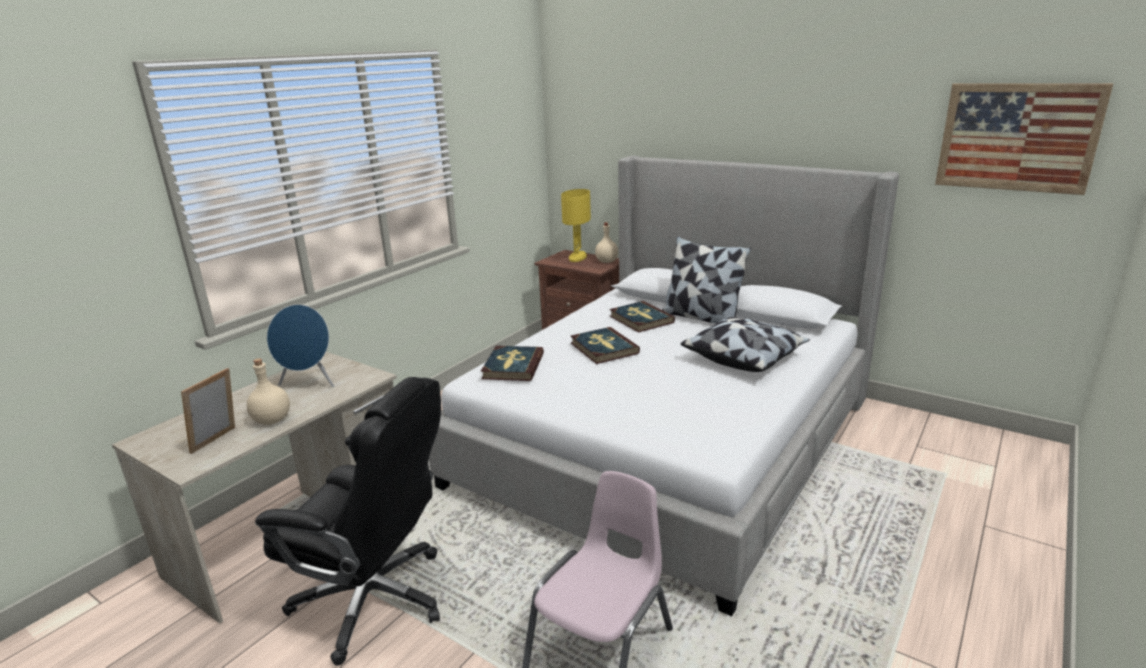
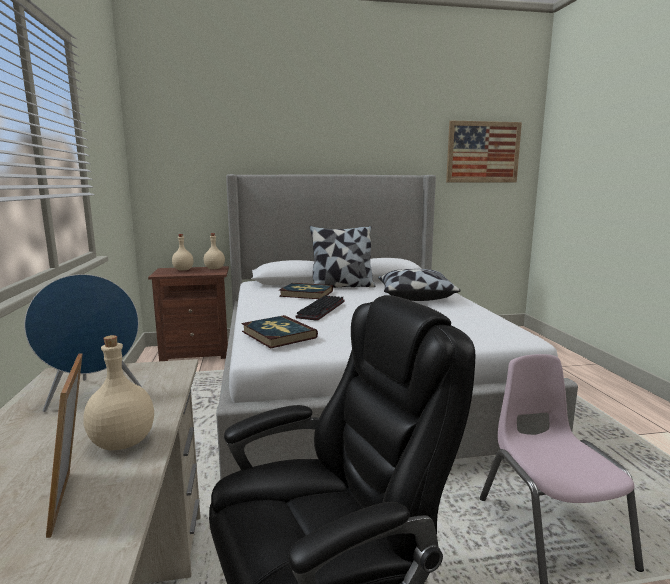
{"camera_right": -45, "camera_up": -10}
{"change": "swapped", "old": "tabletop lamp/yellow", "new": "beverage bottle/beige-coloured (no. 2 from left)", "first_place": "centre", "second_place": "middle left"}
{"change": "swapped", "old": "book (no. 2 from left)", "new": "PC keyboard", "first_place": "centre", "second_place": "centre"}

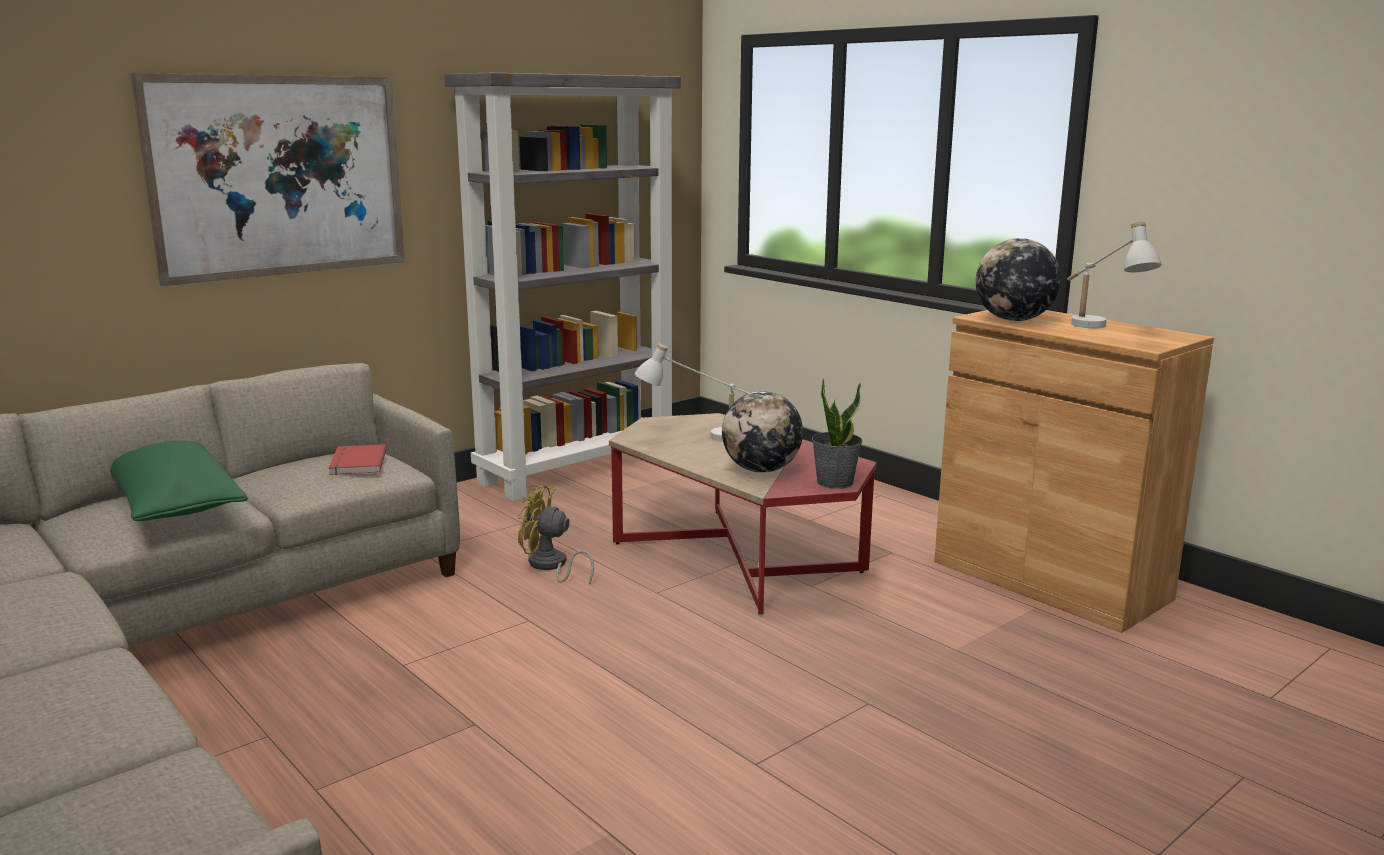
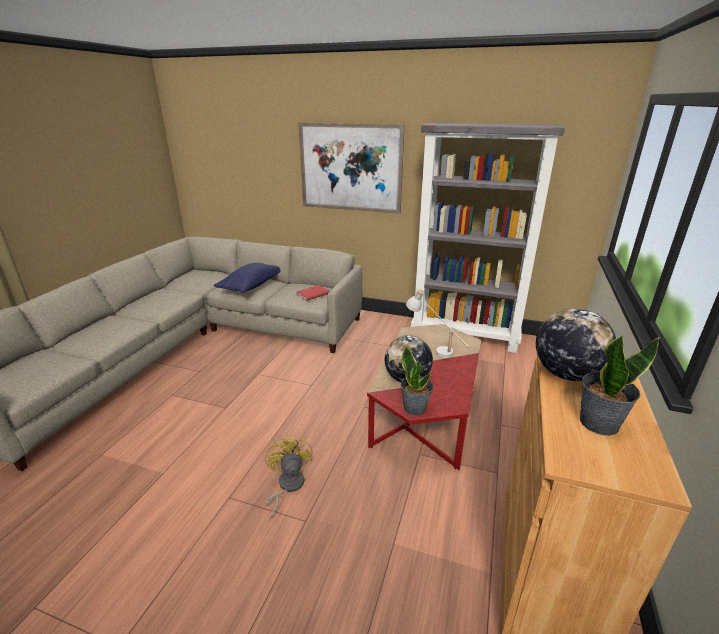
{"camera_right": 60, "camera_up": 10}
{"change": "repainted", "old": "pillow/green", "new": "pillow/blue-coloured", "first_place": "middle left", "second_place": "centre"}
{"change": "shifted", "old": "fan/yellow", "first_place": "centre", "second_place": "bottom centre"}
{"change": "swapped", "old": "tabletop lamp/white (no. 2 from left)", "new": "houseplant (no. 2 from left)", "first_place": "top right", "second_place": "middle right"}

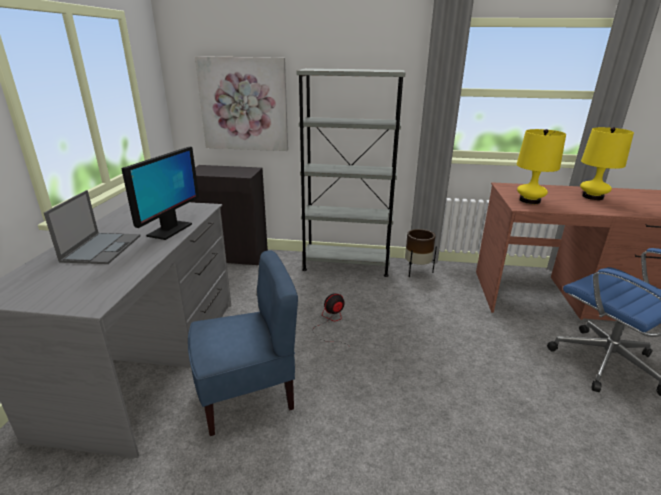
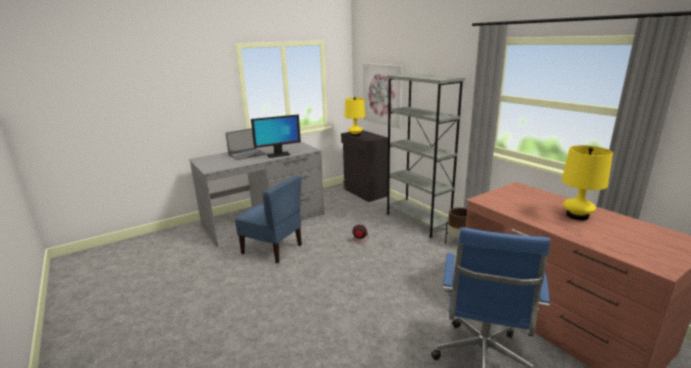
{"camera_right": 50, "camera_up": -5}
{"change": "shifted", "old": "tabletop lamp/yellow (no. 1 from left)", "first_place": "middle right", "second_place": "top centre"}

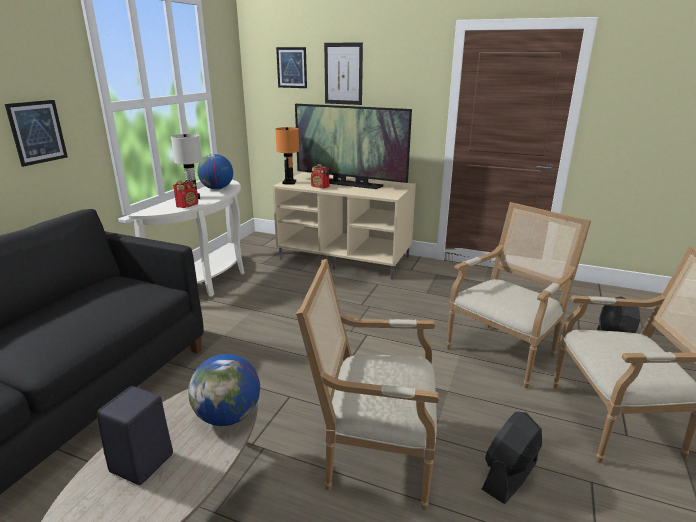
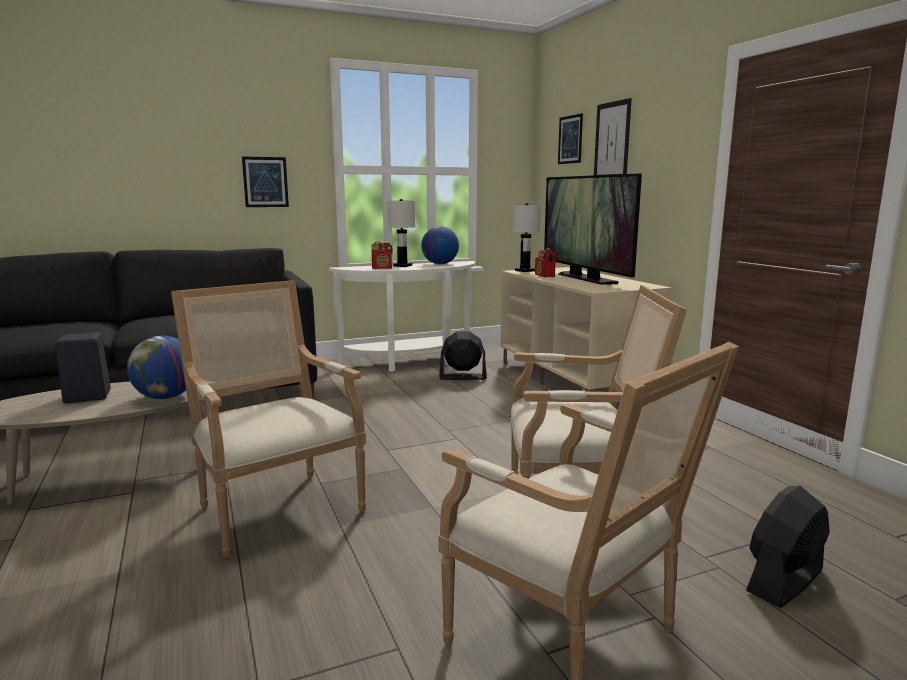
{"camera_right": 45, "camera_up": -10}
{"change": "repainted", "old": "tabletop lamp/orange", "new": "tabletop lamp/white (no. 2 from left)", "first_place": "top centre", "second_place": "centre"}
{"change": "shifted", "old": "fan/blackish (no. 1 from left)", "first_place": "bottom right", "second_place": "centre"}

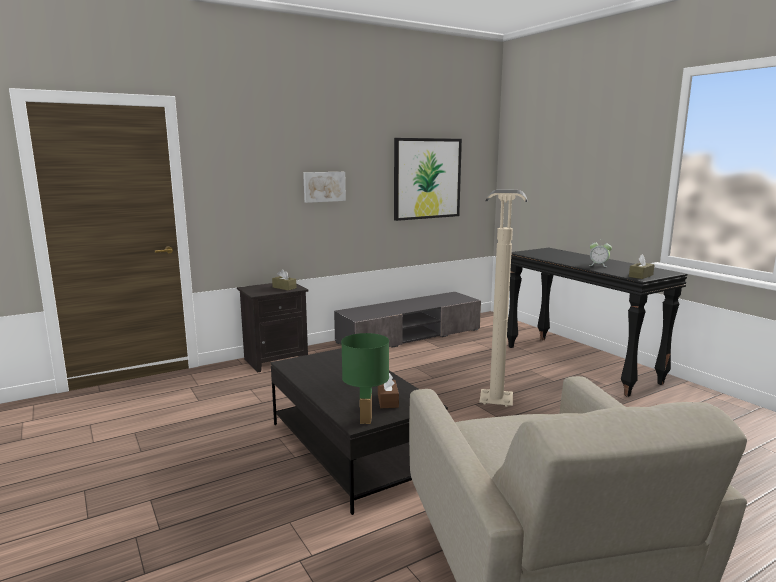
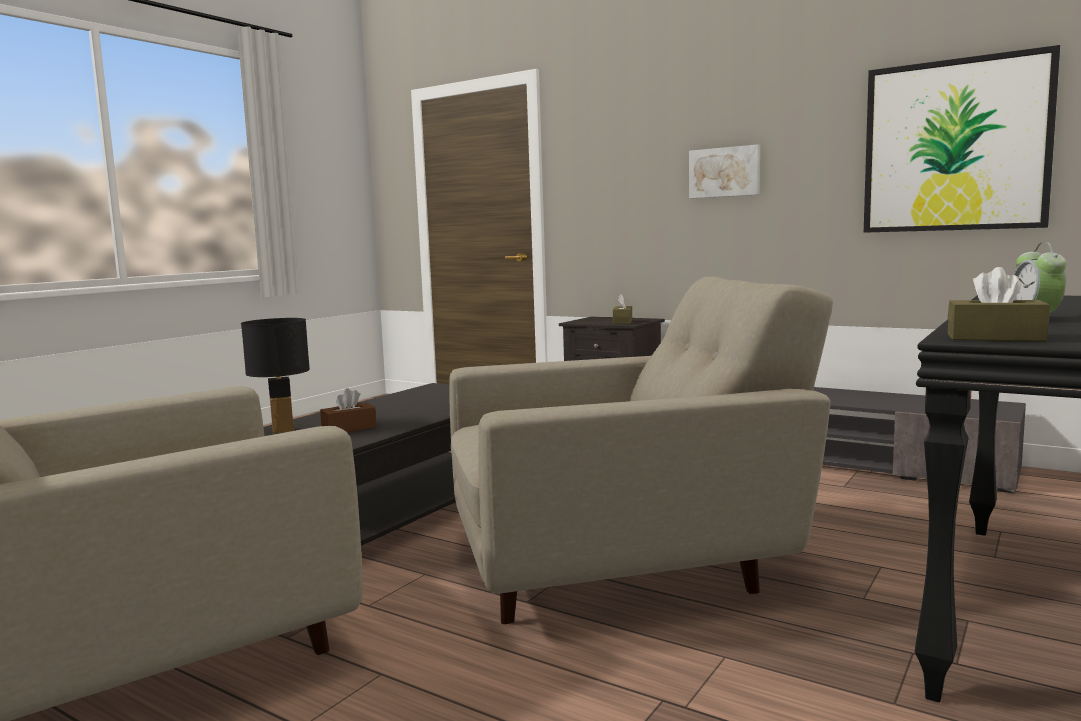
{"camera_right": 65, "camera_up": -5}
{"change": "repainted", "old": "tabletop lamp/green", "new": "tabletop lamp/blackish", "first_place": "centre", "second_place": "middle left"}
{"change": "swapped", "old": "standard lamp/beige-coloured", "new": "armchair/beige-coloured (no. 2 from left)", "first_place": "centre", "second_place": "centre"}

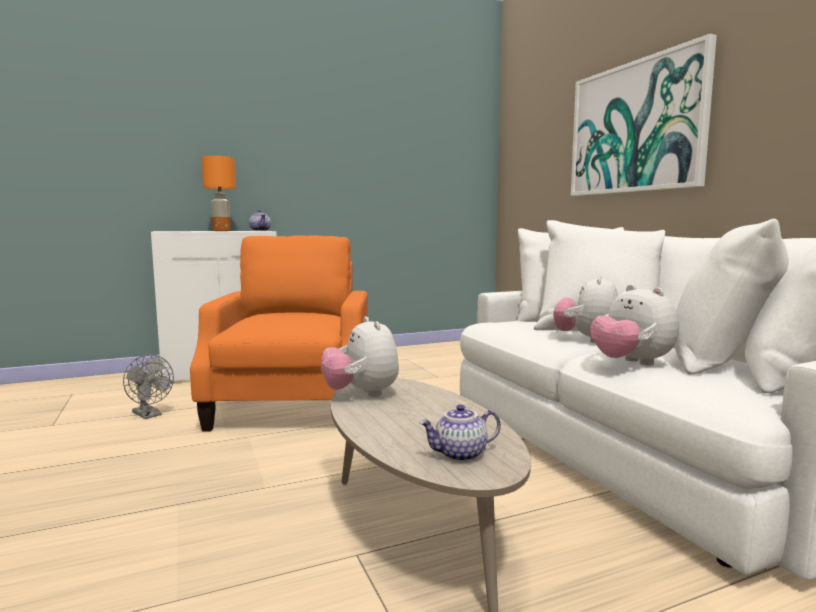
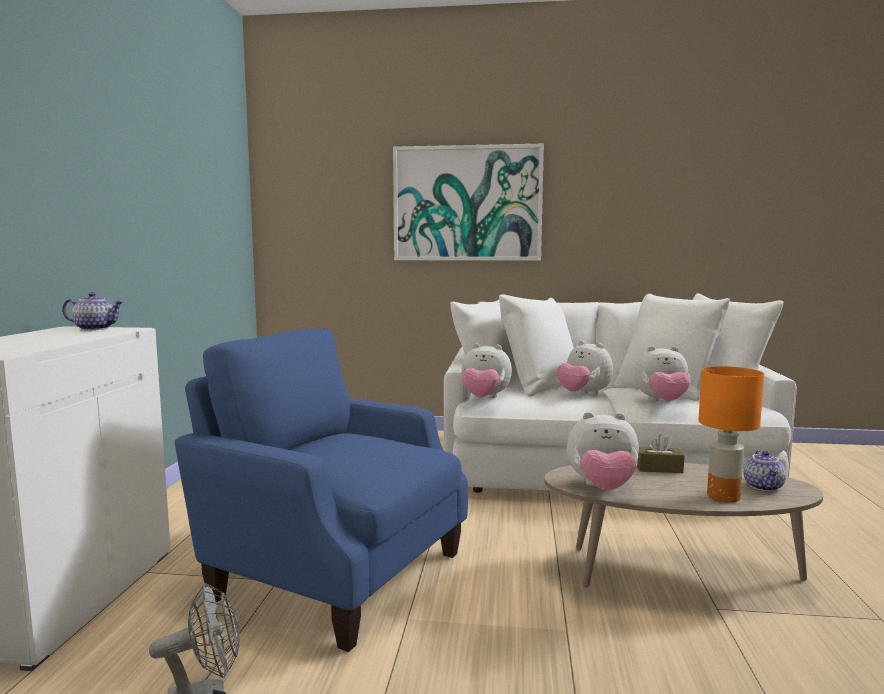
{"camera_right": -60, "camera_up": 0}
{"change": "repainted", "old": "armchair/orange", "new": "armchair/blue-coloured", "first_place": "centre", "second_place": "bottom centre"}
{"change": "shifted", "old": "tabletop lamp/orange", "first_place": "top left", "second_place": "middle right"}
{"change": "new", "new": "soft toy (no. 1 from left)", "second_place": "centre"}
{"change": "new", "new": "box of tissues/brown", "second_place": "middle right"}

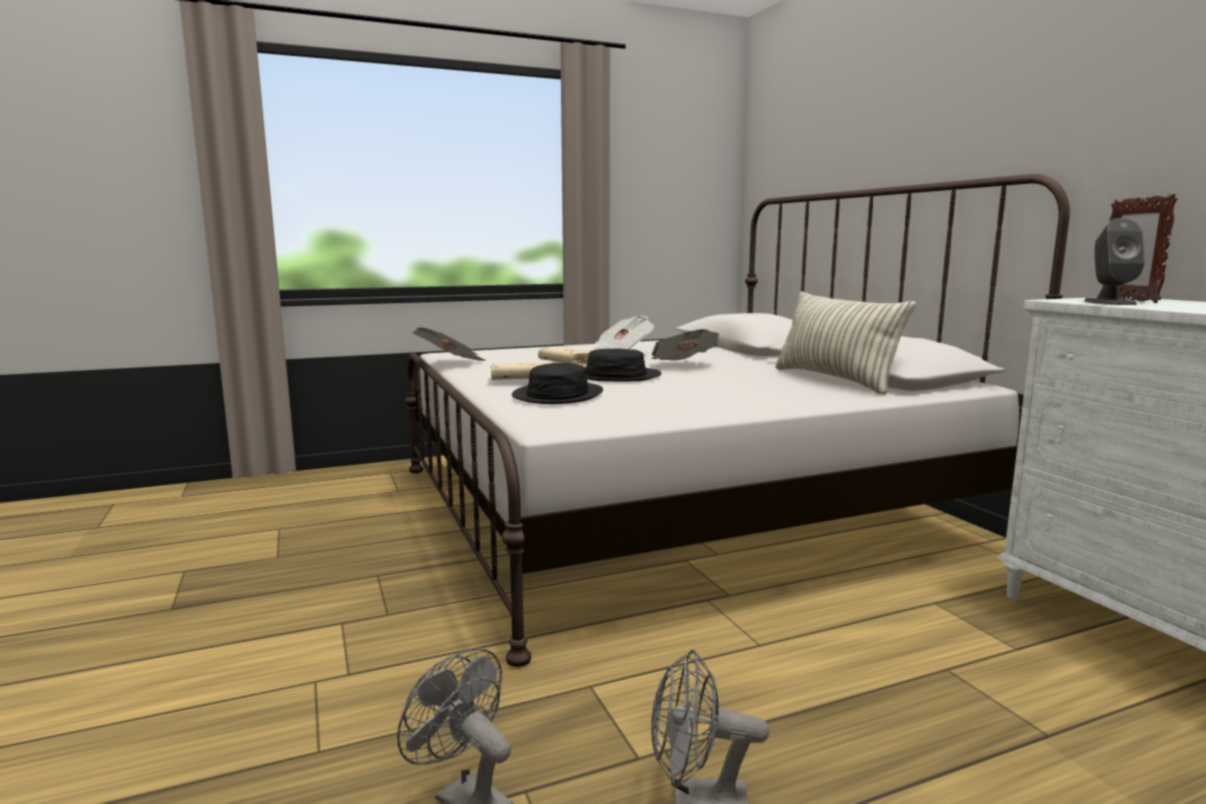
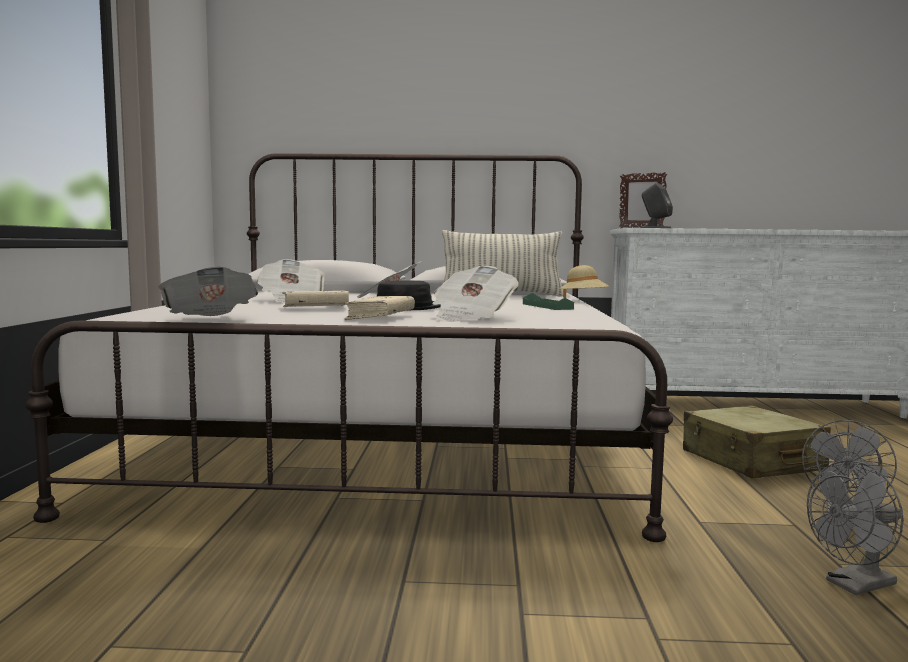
{"camera_right": -65, "camera_up": -5}
{"change": "swapped", "old": "clothing hat/blackish (no. 1 from left)", "new": "newspaper (no. 4 from left)", "first_place": "centre", "second_place": "centre"}
{"change": "new", "new": "tray/green", "second_place": "centre"}
{"change": "new", "new": "clothing hat/beige-coloured", "second_place": "centre"}
{"change": "new", "new": "piece of luggage/beige-coloured", "second_place": "middle right"}

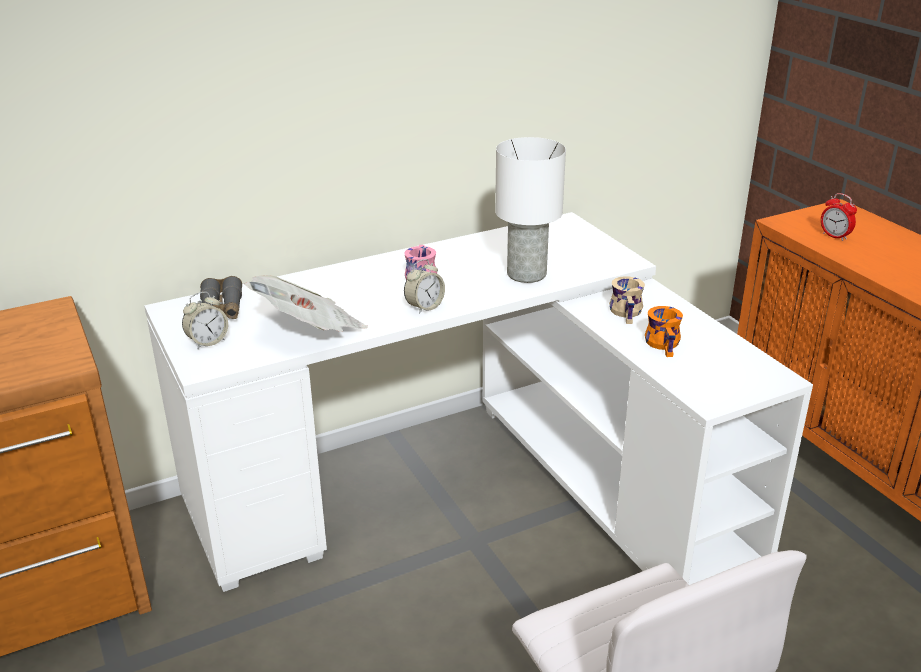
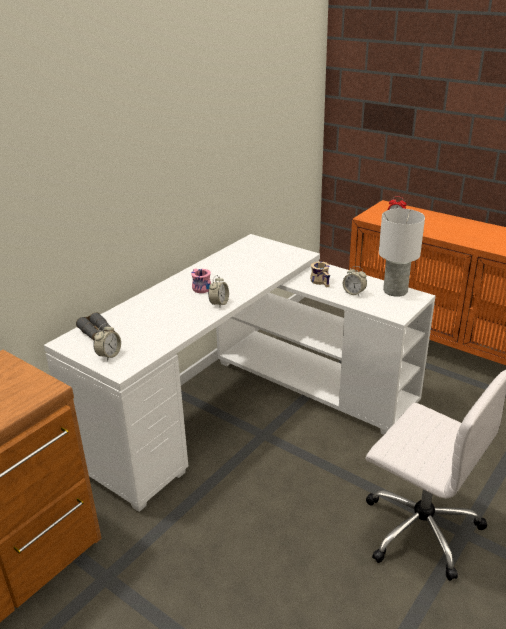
{"camera_right": -25, "camera_up": 0}
{"change": "gone", "old": "newspaper", "first_place": "middle left"}
{"change": "shifted", "old": "tabletop lamp/white", "first_place": "top centre", "second_place": "middle right"}
{"change": "swapped", "old": "tea mug/orange", "new": "alarm clock (no. 3 from left)", "first_place": "middle right", "second_place": "middle right"}

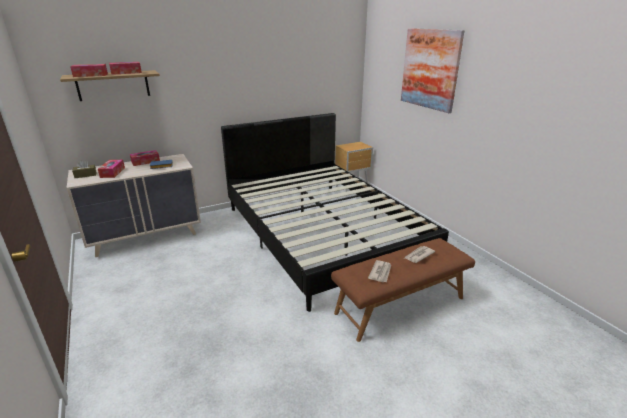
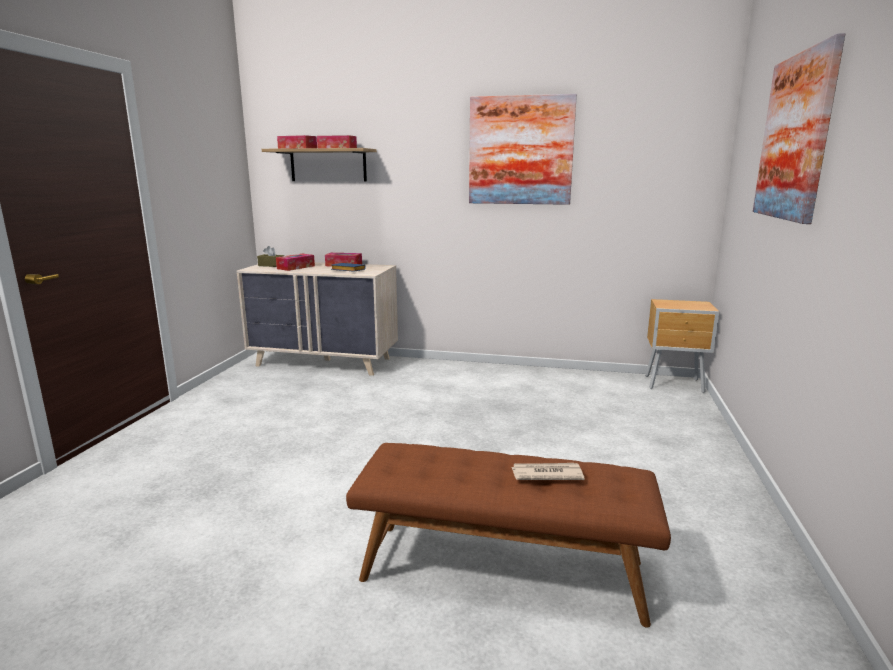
{"camera_right": 40, "camera_up": -10}
{"change": "gone", "old": "bedroom bed/blackish", "first_place": "centre"}
{"change": "gone", "old": "newspaper (no. 1 from left)", "first_place": "centre"}
{"change": "new", "new": "picture (no. 1 from left)", "second_place": "top centre"}

